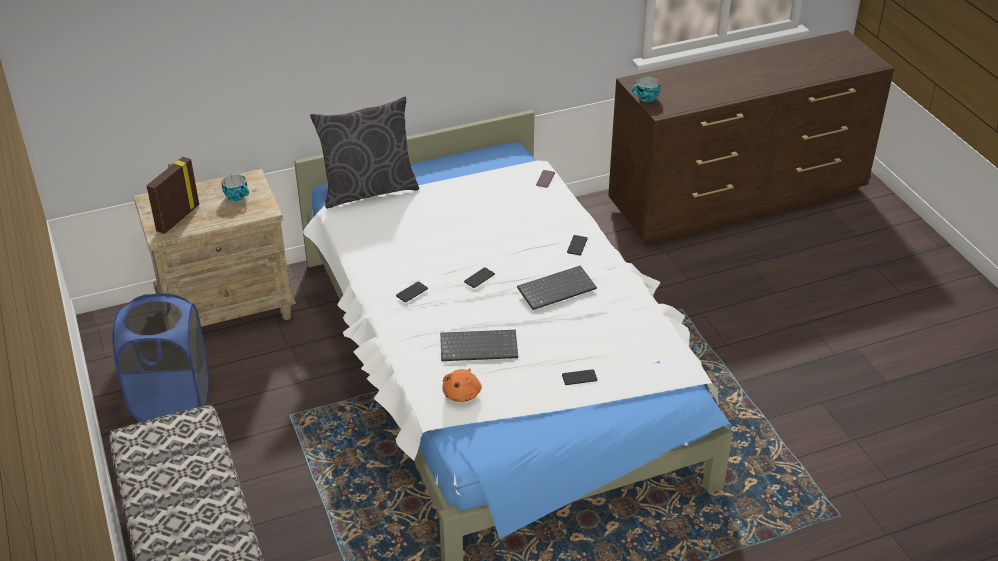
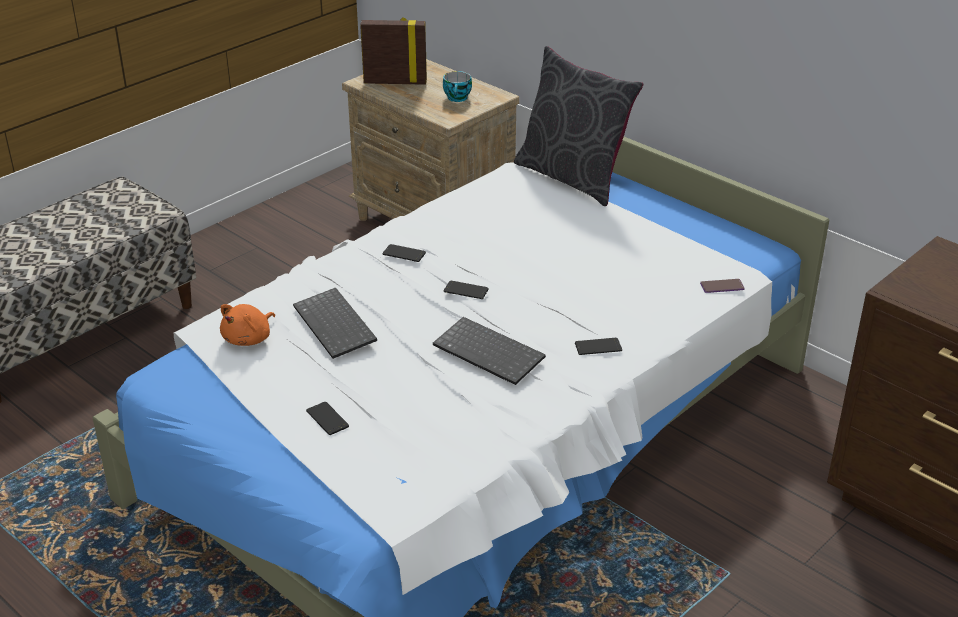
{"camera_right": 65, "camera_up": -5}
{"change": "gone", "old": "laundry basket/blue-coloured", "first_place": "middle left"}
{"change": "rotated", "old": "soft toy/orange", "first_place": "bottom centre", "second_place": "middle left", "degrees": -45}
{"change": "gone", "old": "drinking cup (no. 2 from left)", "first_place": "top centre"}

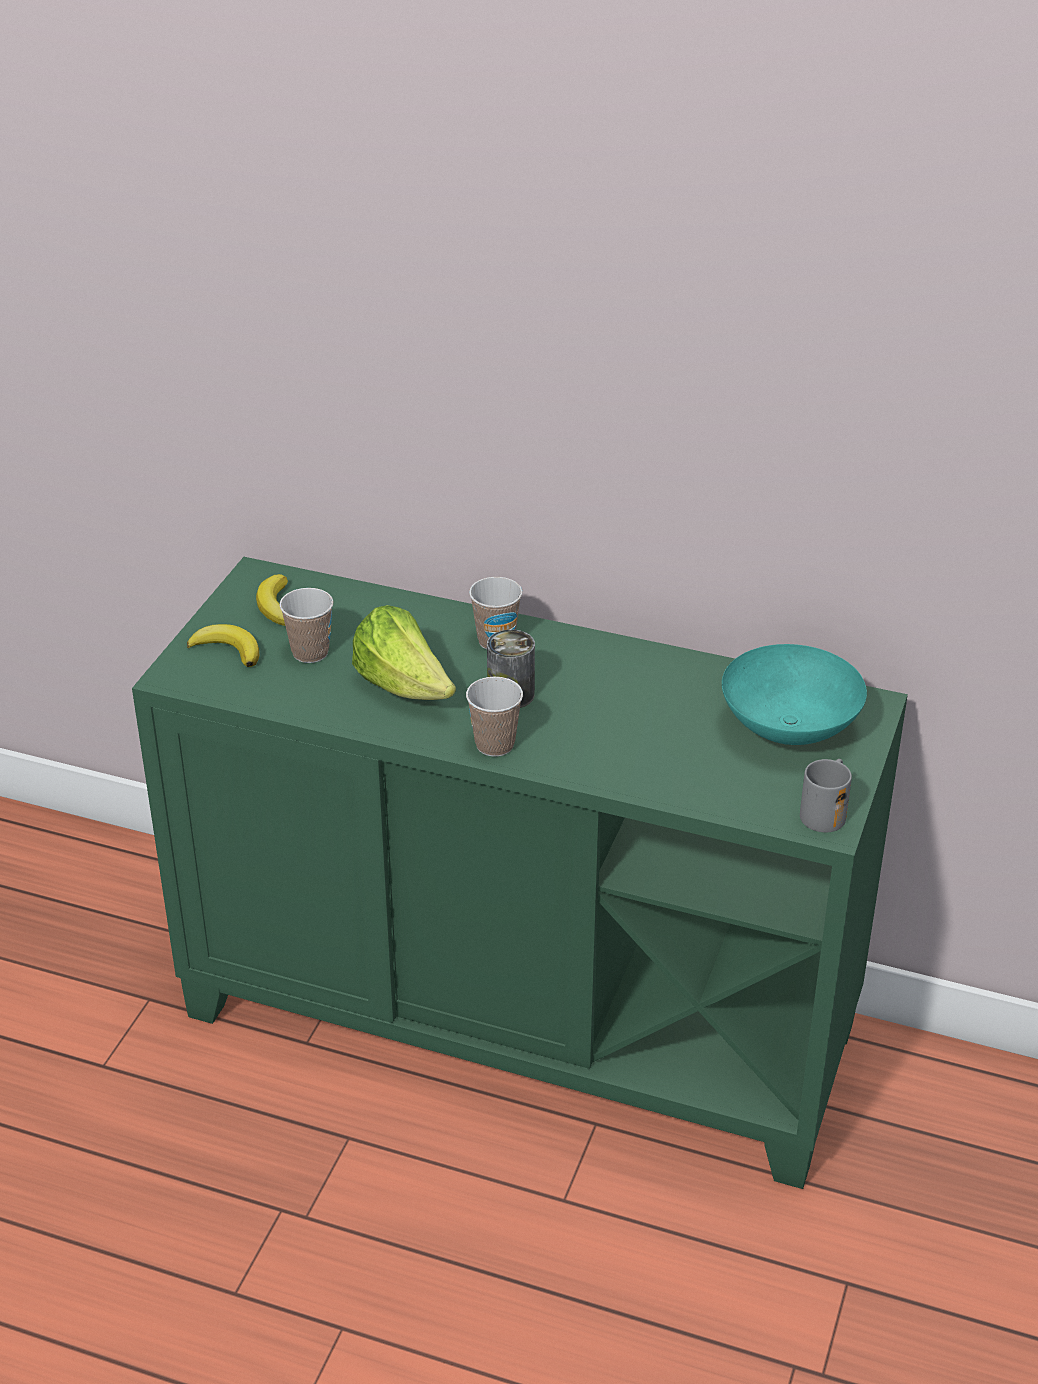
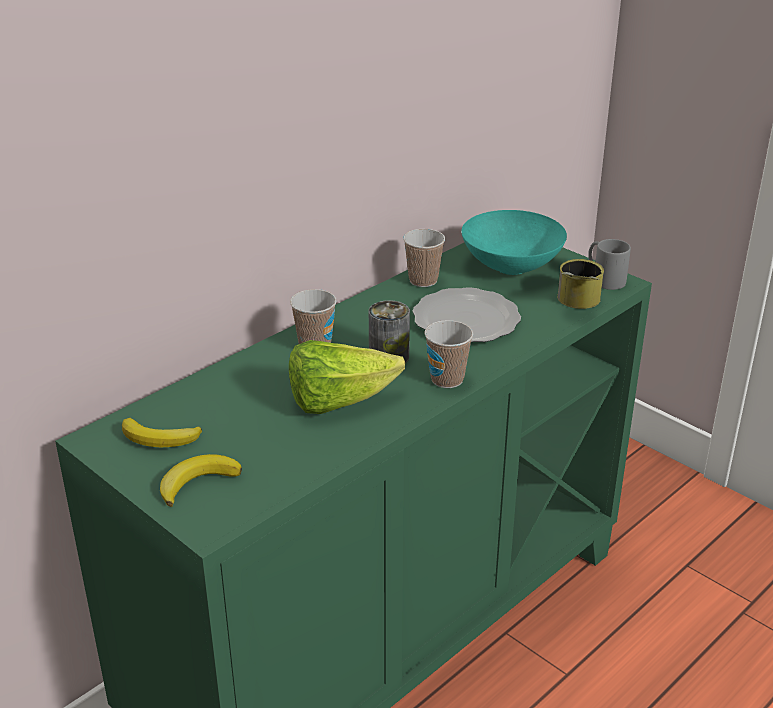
{"camera_right": -65, "camera_up": -5}
{"change": "shifted", "old": "drinking cup (no. 1 from left in the first image)", "new": "drinking cup (no. 2 from left)", "first_place": "middle left", "second_place": "centre"}
{"change": "new", "new": "plate", "second_place": "centre"}
{"change": "new", "new": "metal can (no. 2 from left)", "second_place": "middle right"}

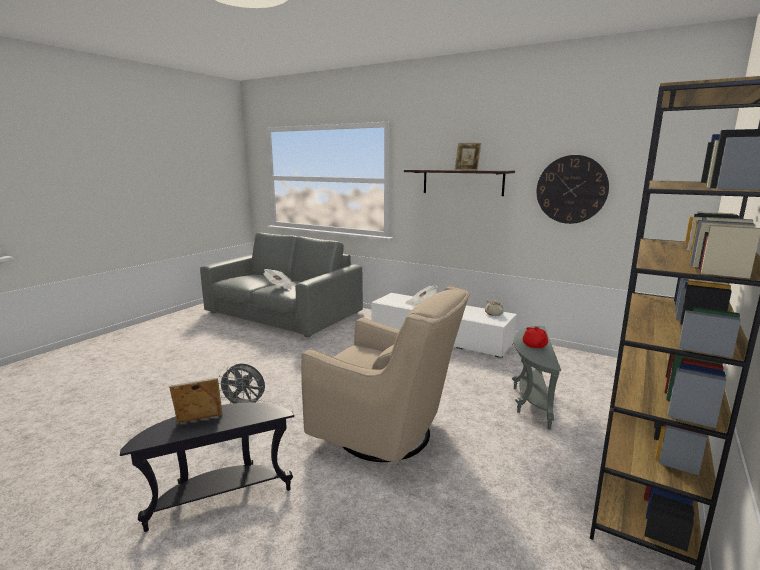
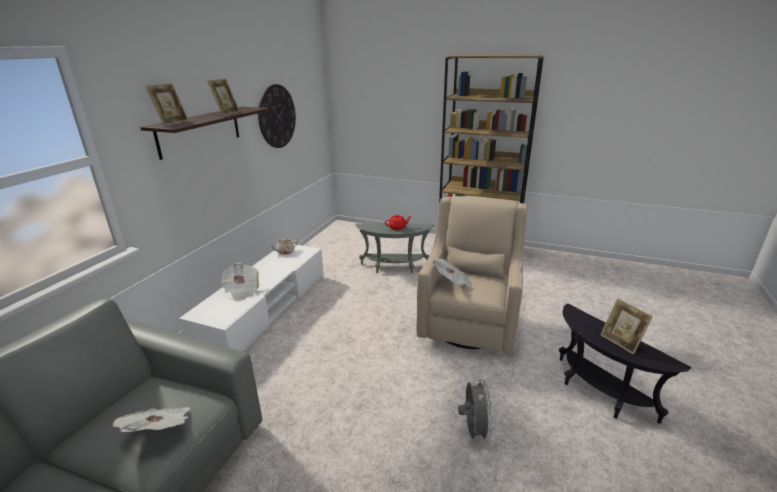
{"camera_right": -100, "camera_up": 10}
{"change": "new", "new": "photo frame (no. 1 from left)", "second_place": "top left"}
{"change": "new", "new": "newspaper (no. 3 from left)", "second_place": "centre"}

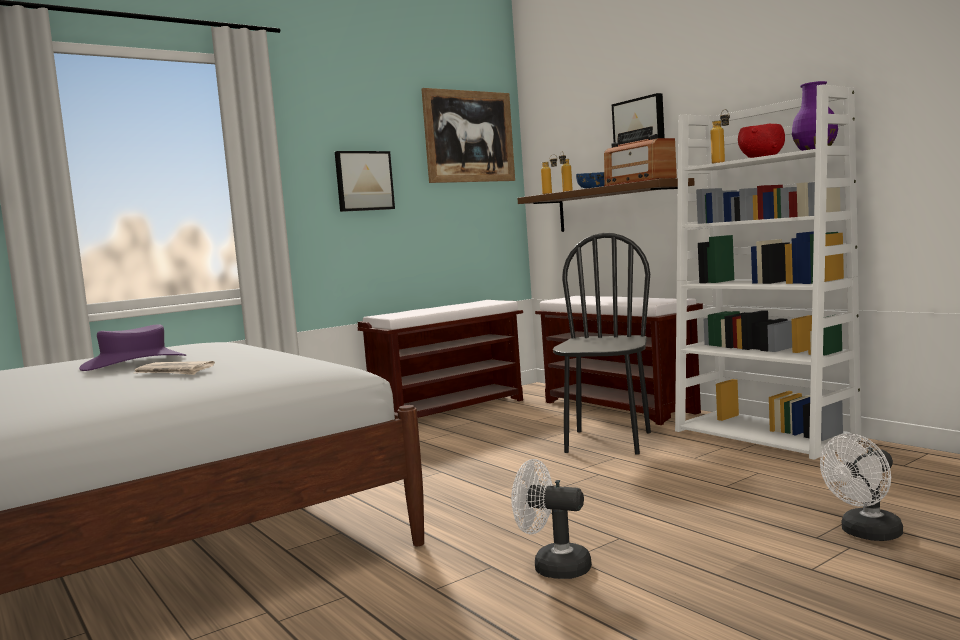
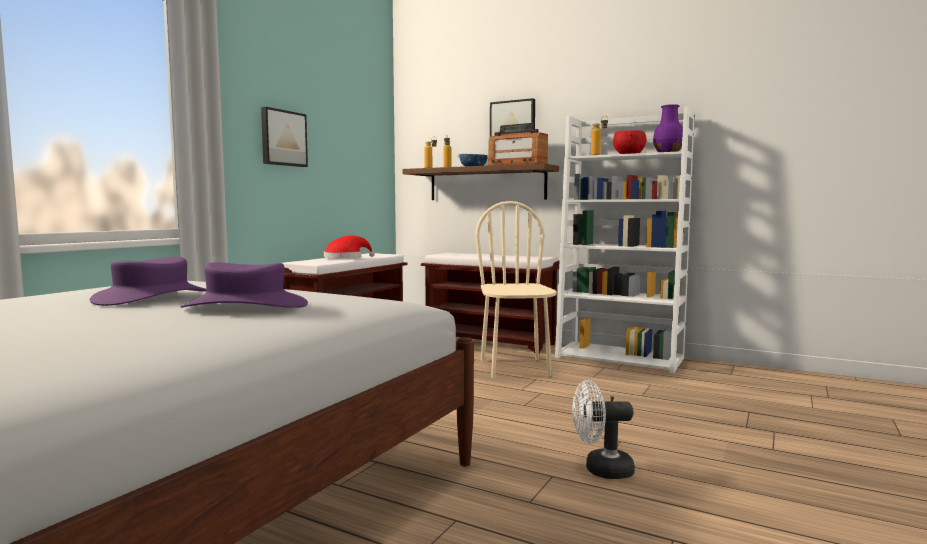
{"camera_right": -25, "camera_up": 0}
{"change": "swapped", "old": "newspaper", "new": "clothing hat/purple (no. 2 from left)", "first_place": "middle left", "second_place": "middle left"}
{"change": "gone", "old": "picture (no. 2 from left)", "first_place": "top centre"}
{"change": "repainted", "old": "upright chair/blackish", "new": "upright chair/beige-coloured", "first_place": "centre", "second_place": "centre"}
{"change": "gone", "old": "fan/white (no. 2 from left)", "first_place": "bottom right"}
{"change": "new", "new": "clothing hat/red", "second_place": "centre"}

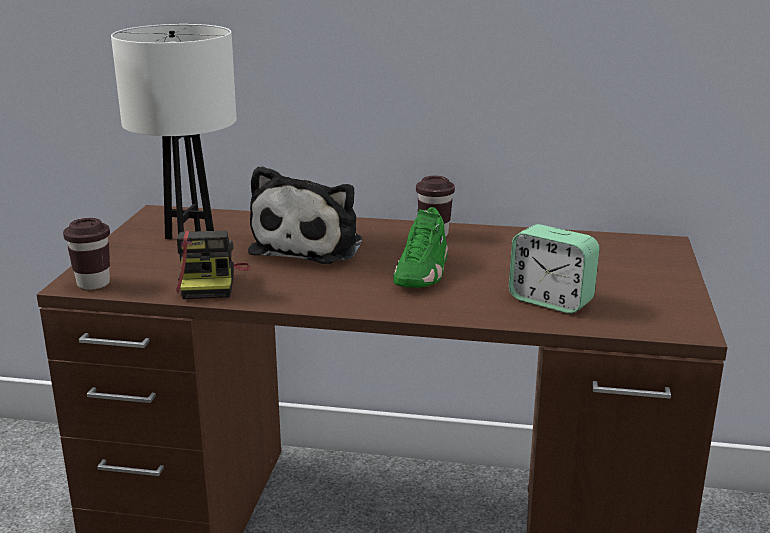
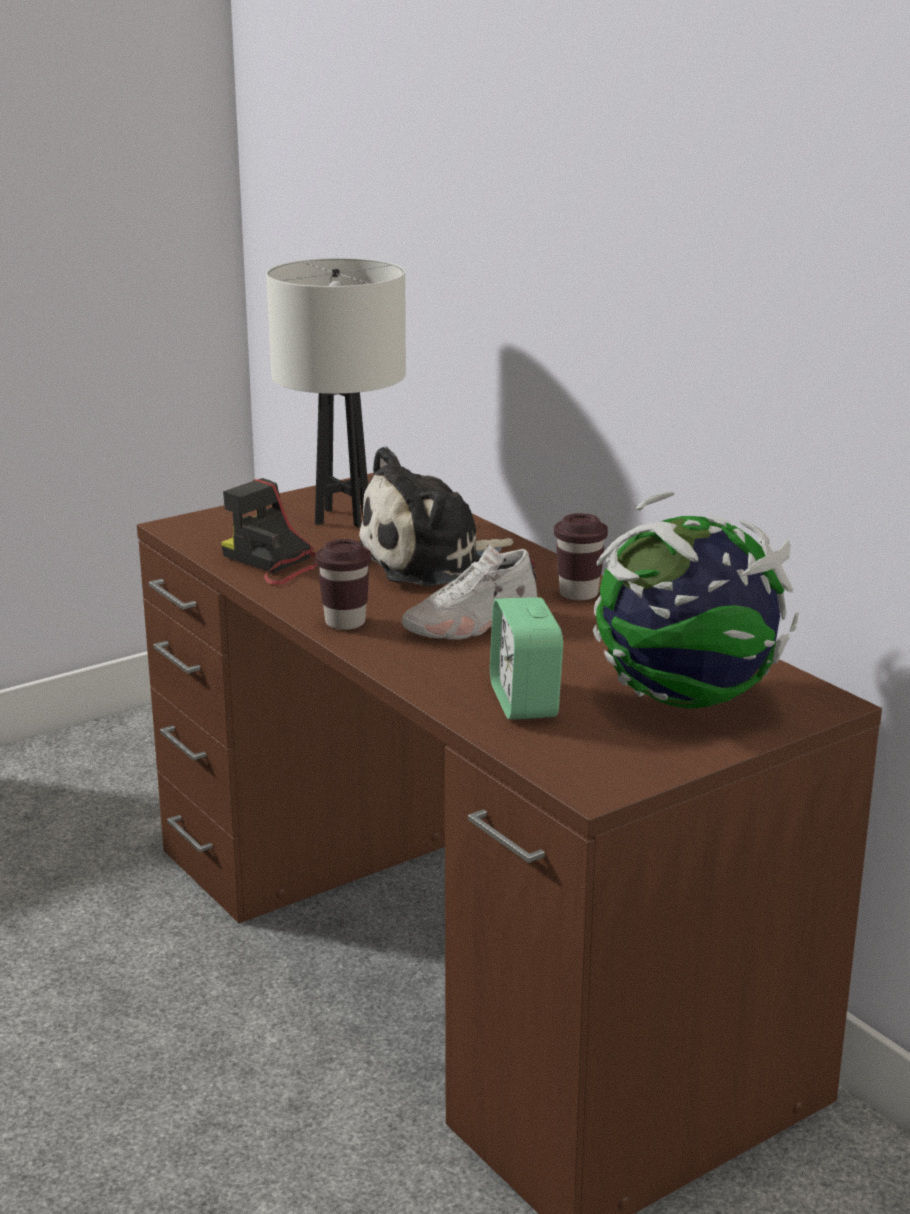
{"camera_right": 45, "camera_up": 0}
{"change": "shifted", "old": "drinking cup/brown (no. 1 from left)", "first_place": "middle left", "second_place": "centre"}
{"change": "rotated", "old": "photo camera", "first_place": "middle left", "second_place": "middle left", "degrees": 90}
{"change": "repainted", "old": "low shoe/green", "new": "low shoe/white", "first_place": "centre", "second_place": "centre"}
{"change": "new", "new": "desk globe", "second_place": "middle right"}

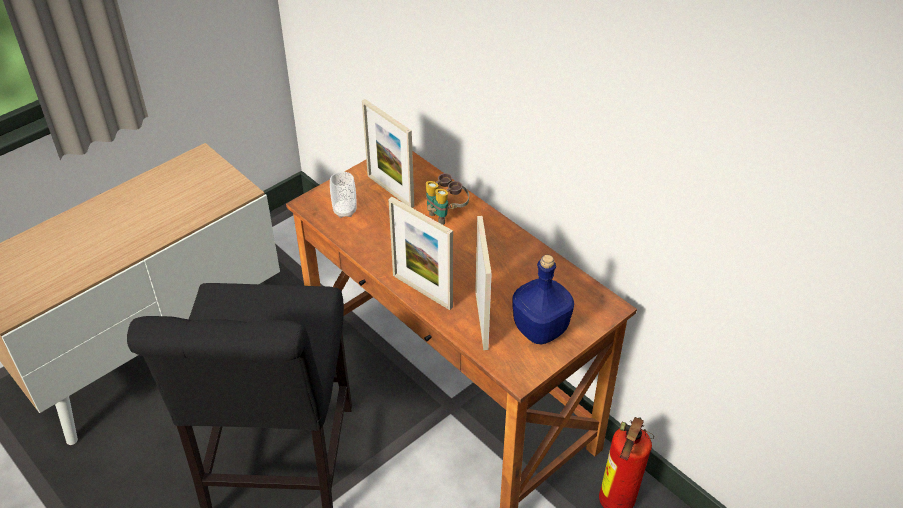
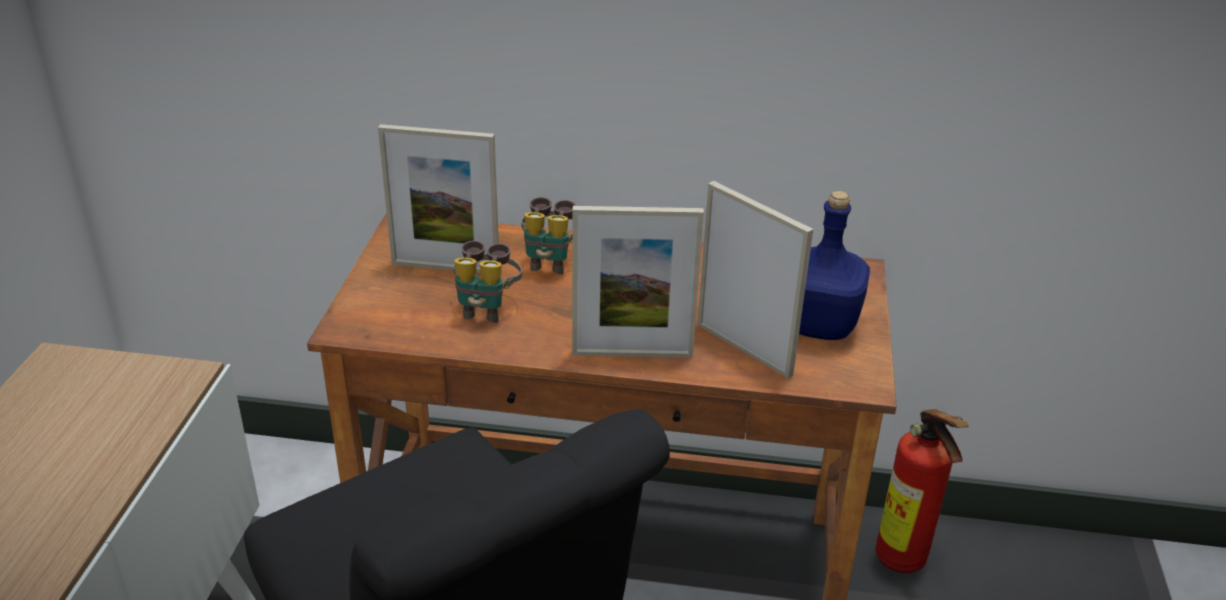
{"camera_right": -40, "camera_up": -10}
{"change": "gone", "old": "drinking cup", "first_place": "centre"}
{"change": "new", "new": "field glasses (no. 1 from left)", "second_place": "centre"}

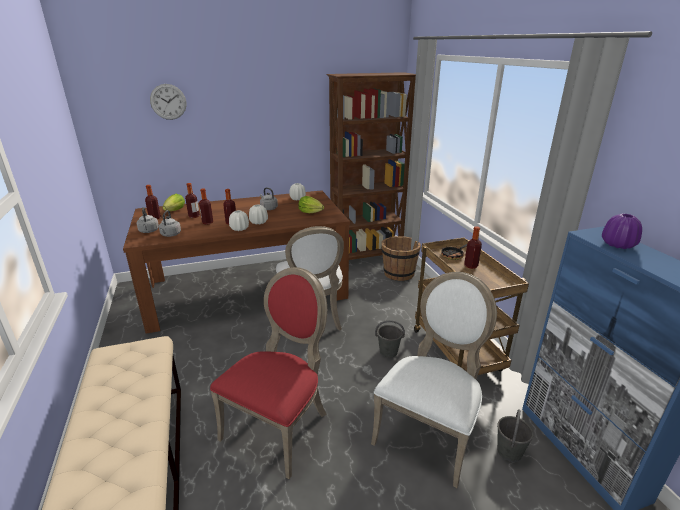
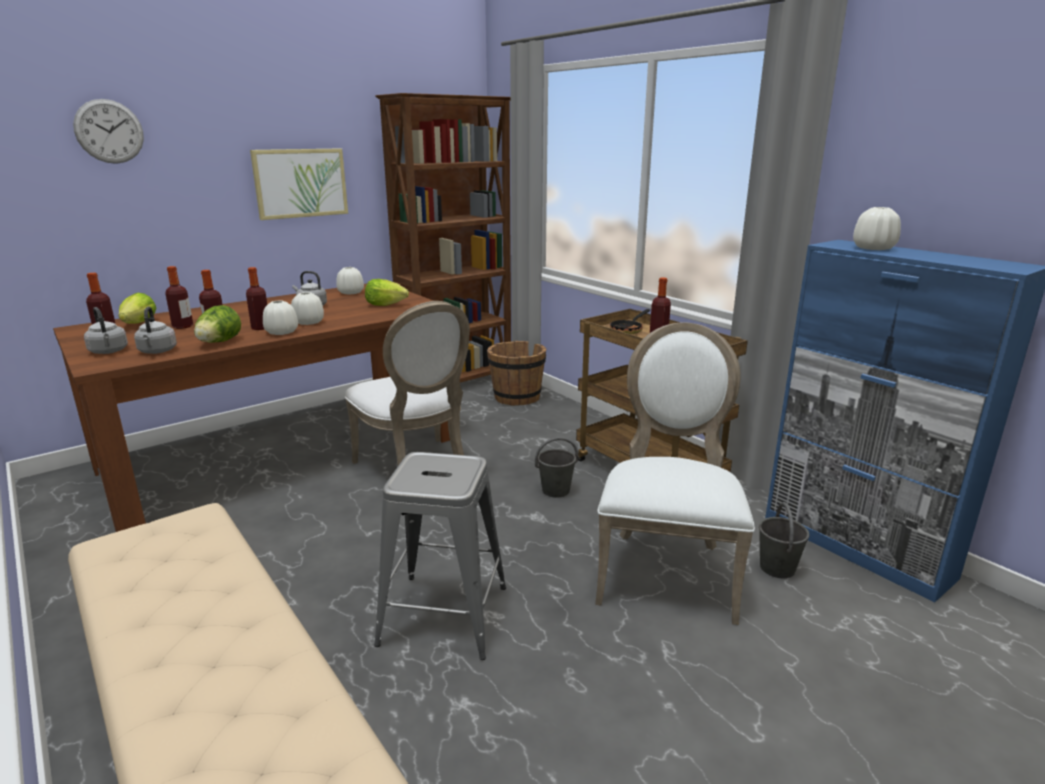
{"camera_right": -20, "camera_up": -5}
{"change": "swapped", "old": "upright chair/red", "new": "stool seat/greyish", "first_place": "bottom centre", "second_place": "bottom centre"}
{"change": "repainted", "old": "decorative vase/purple", "new": "decorative vase/white (no. 4 from left)", "first_place": "middle right", "second_place": "top right"}
{"change": "new", "new": "lettuce (no. 2 from left)", "second_place": "middle left"}
{"change": "new", "new": "picture", "second_place": "top left"}

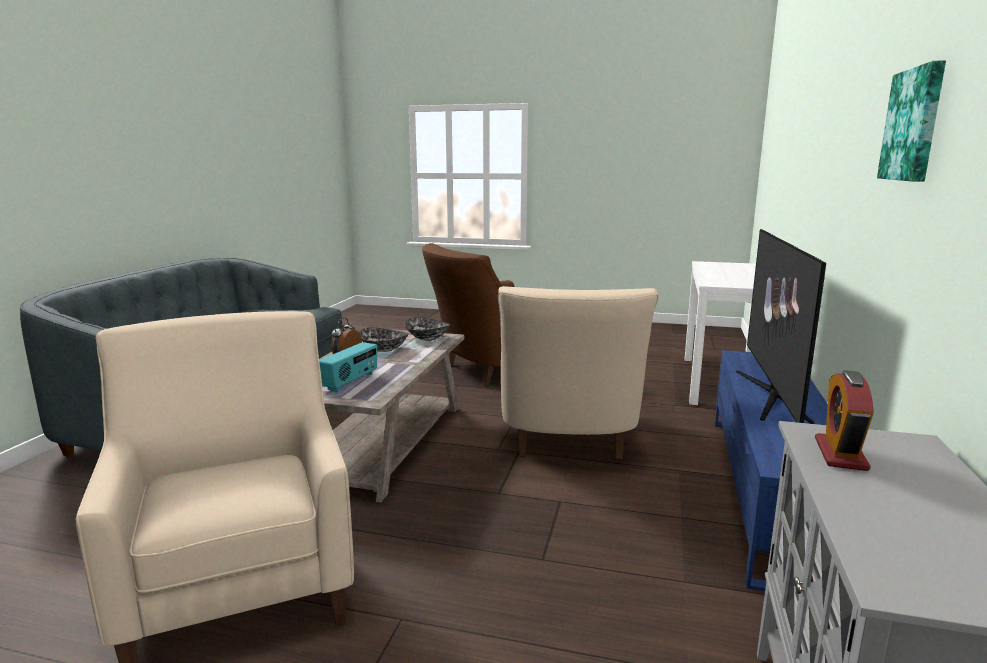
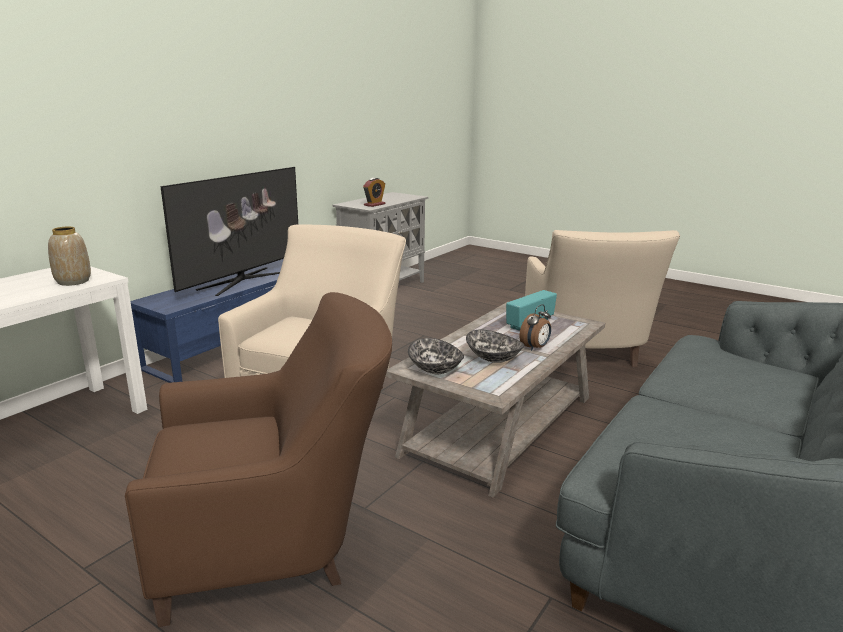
{"camera_right": -160, "camera_up": 5}
{"change": "gone", "old": "picture", "first_place": "top right"}
{"change": "new", "new": "decorative vase", "second_place": "middle left"}

